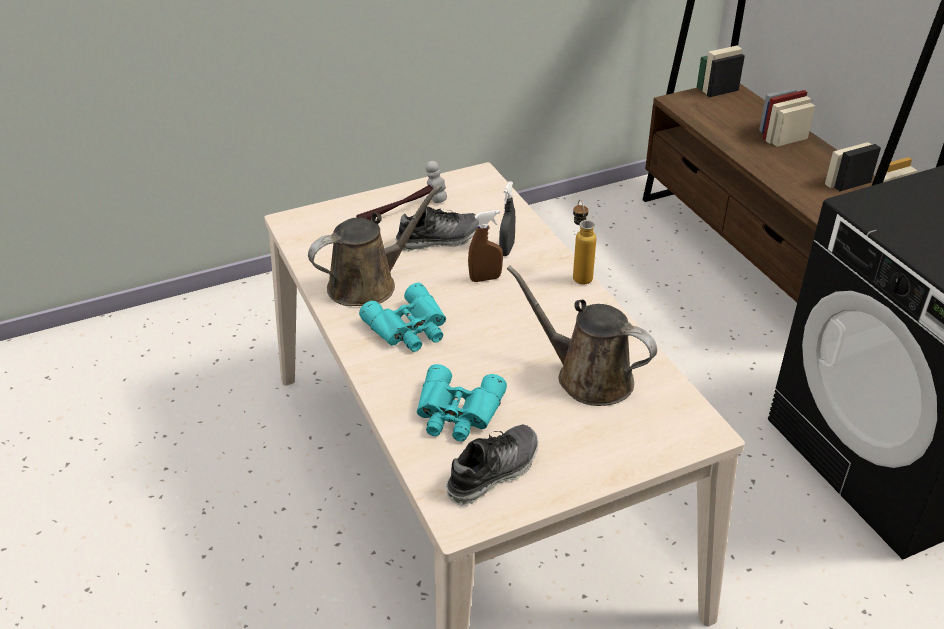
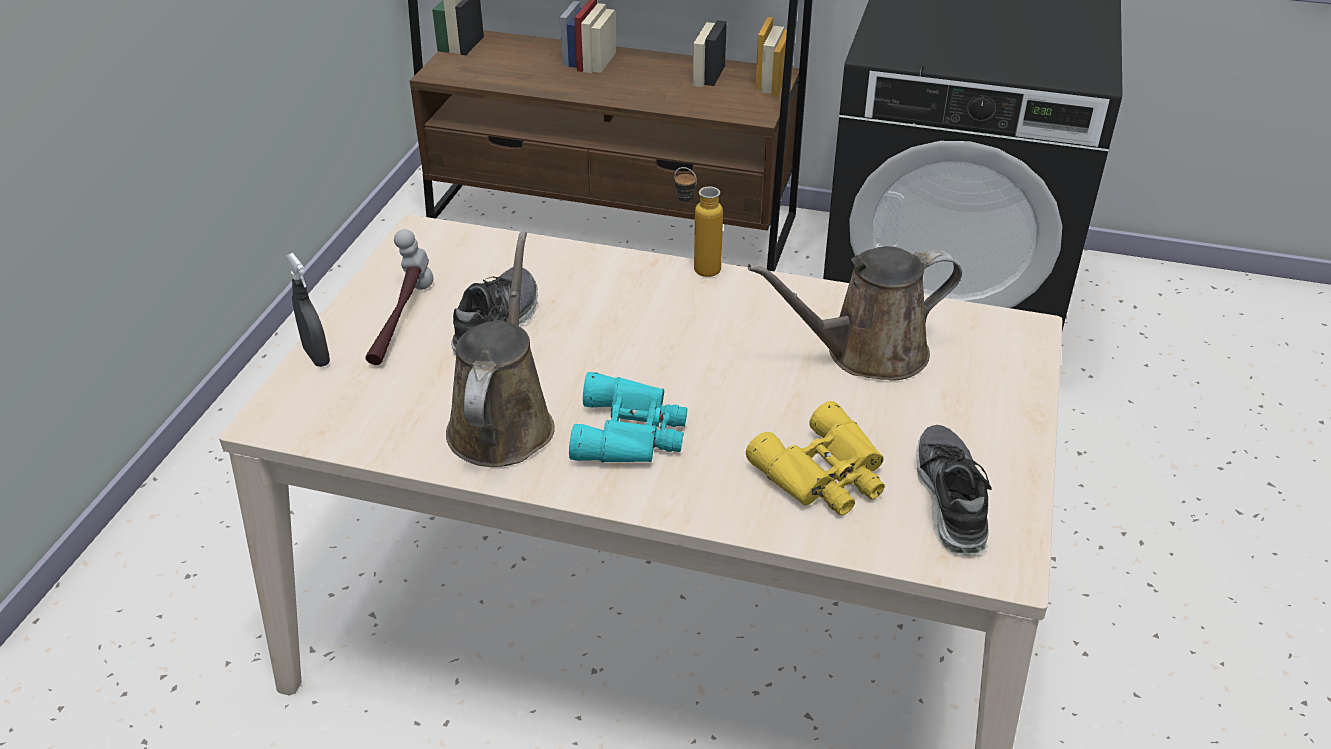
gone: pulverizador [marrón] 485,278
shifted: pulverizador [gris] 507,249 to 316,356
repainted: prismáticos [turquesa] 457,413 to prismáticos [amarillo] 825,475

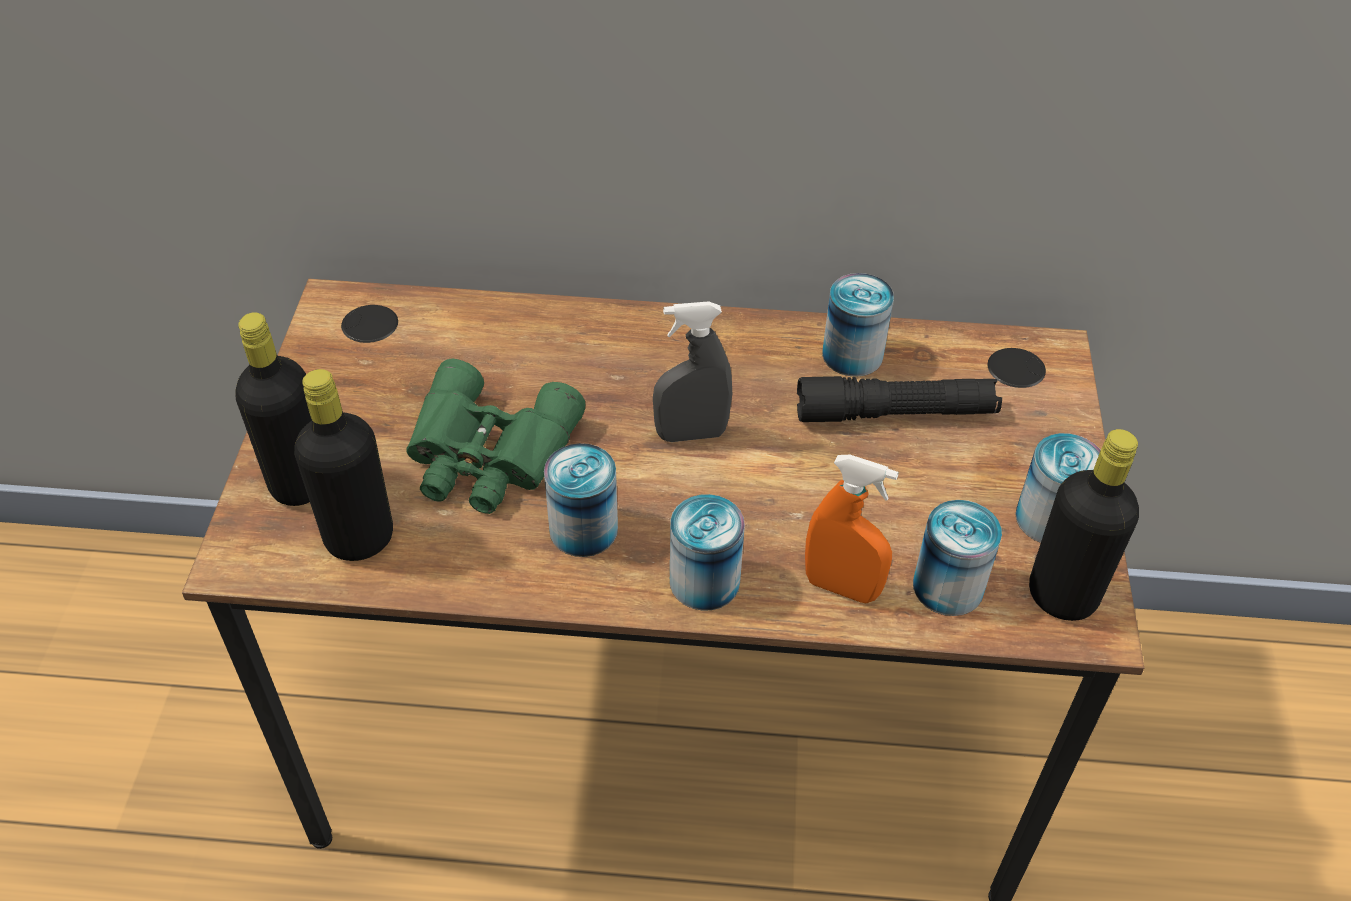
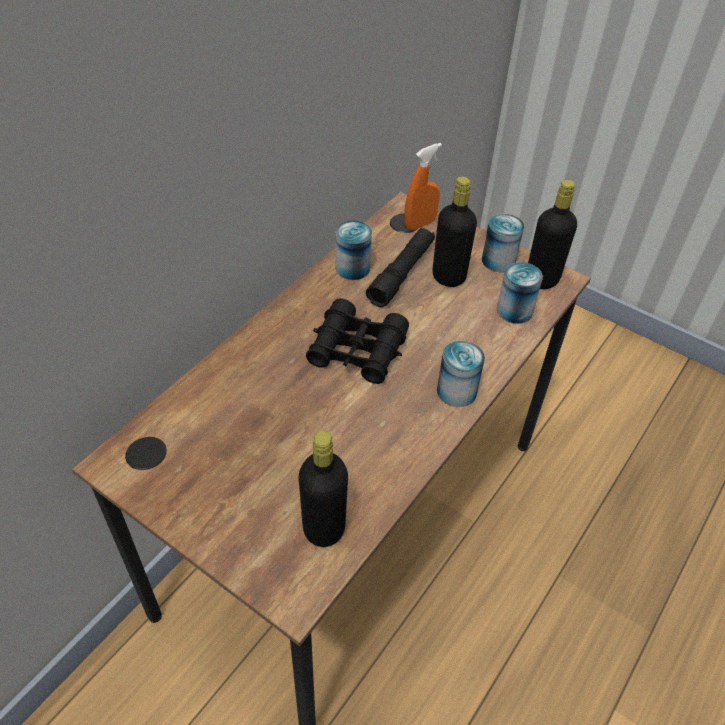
gone: prismáticos [verde] 488,455; lata 583,529
shifted: botella [negro] 300,483 to 448,277; pulverizador [naranja] 841,587 to 420,224
swapped: pulverizador [gris] 691,434 to prismáticos [negro] 357,350

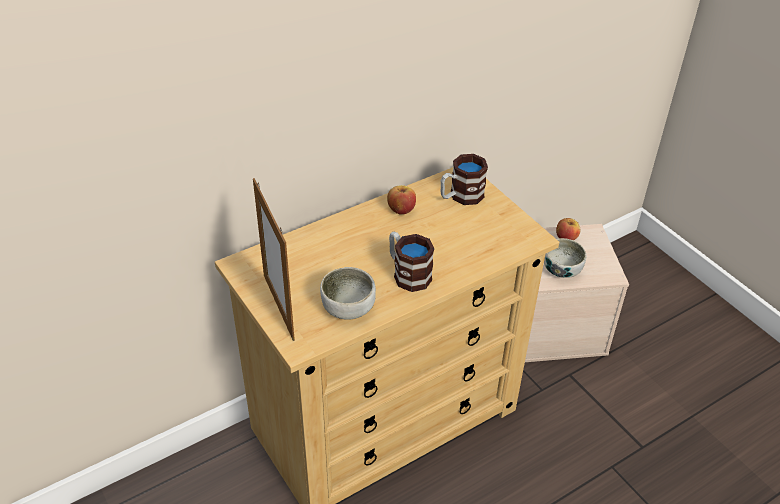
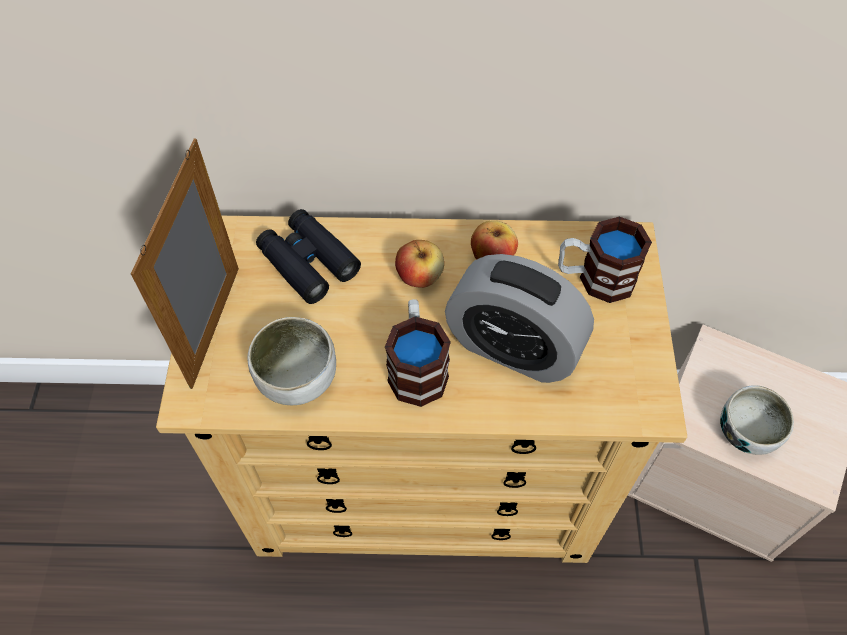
new: prismáticos [negro] 308,262; despertador 513,347
shifted: manzana 566,238 to 419,276

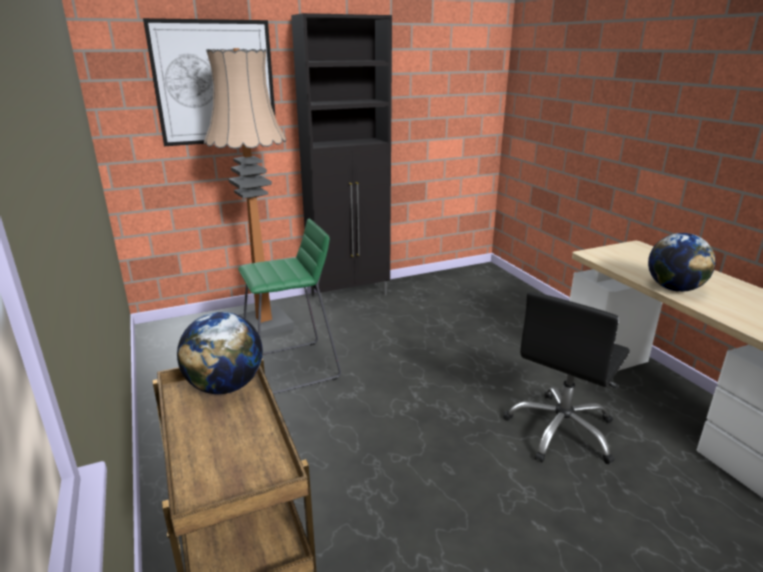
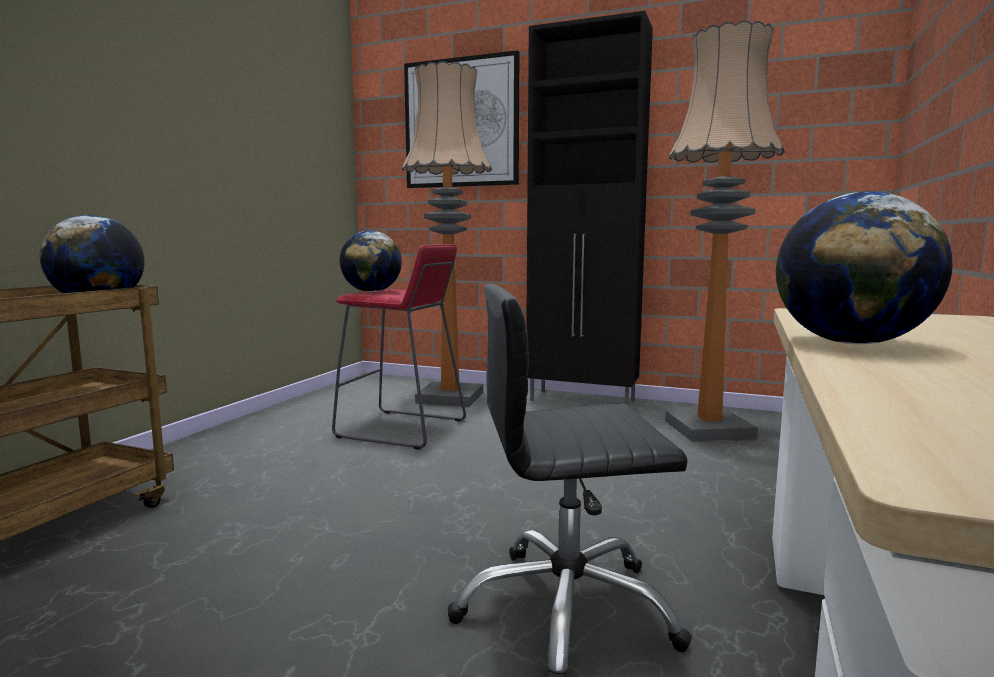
new: lámpara de pie 708,429; globo terráqueo 372,291
repainted: taburete [verde] 292,368 to taburete [rojo] 402,429

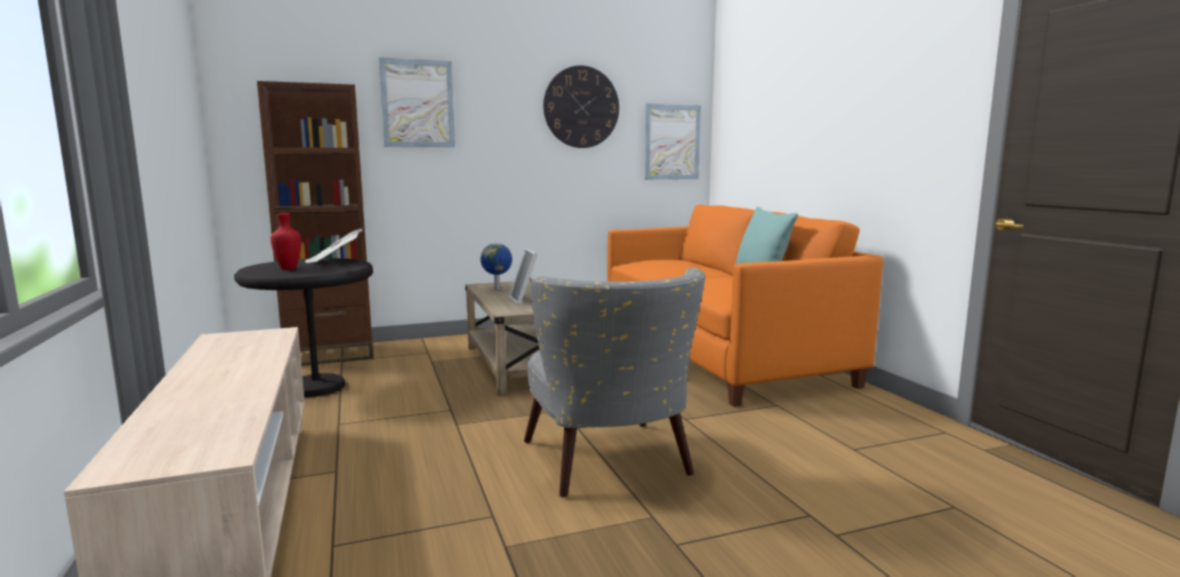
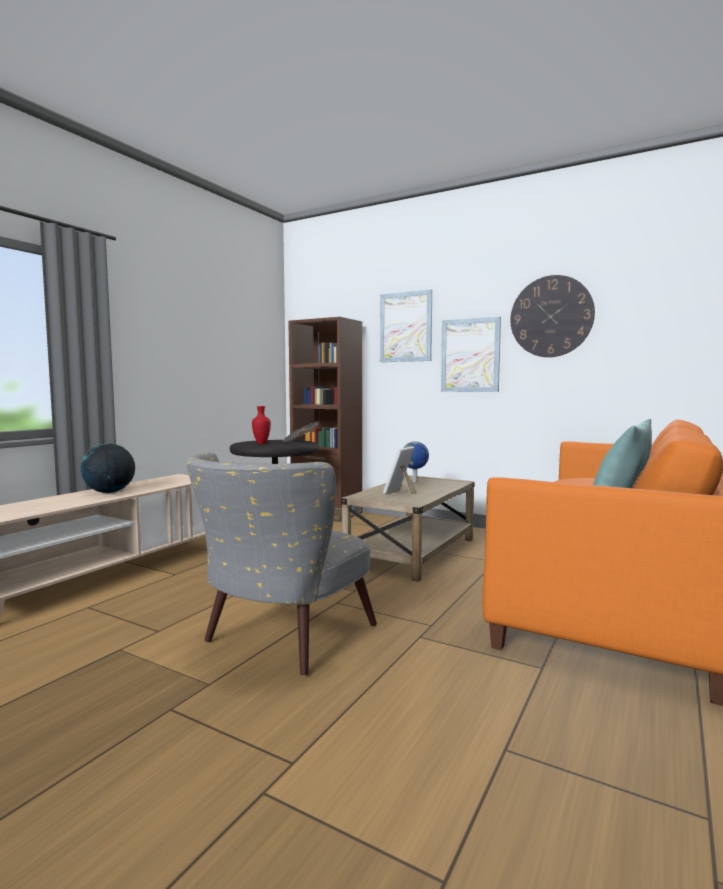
new: globo terráqueo 109,492
shifted: cuadro 671,142 to 470,355

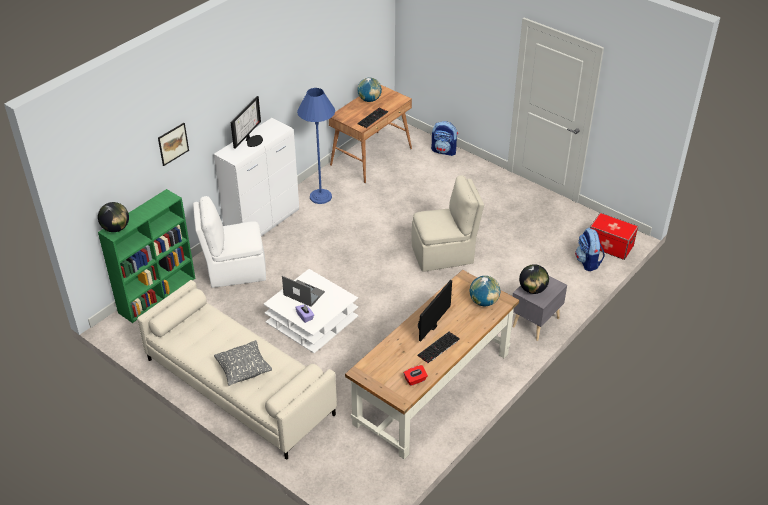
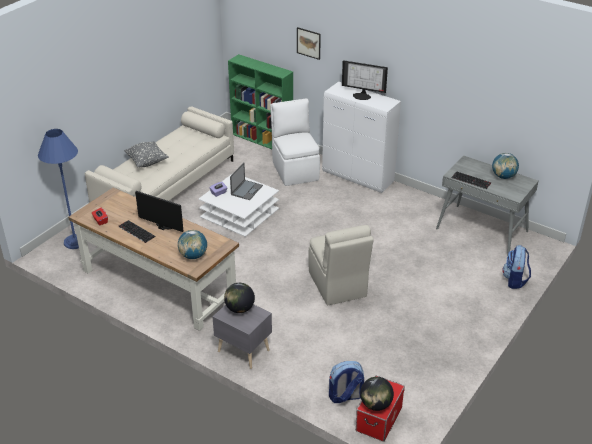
shifted: lámpara de pie [azul] 320,197 to 75,242; globo terráqueo 116,228 to 375,404
repainted: escritorio [marrón] 371,156 to escritorio [gris] 482,230

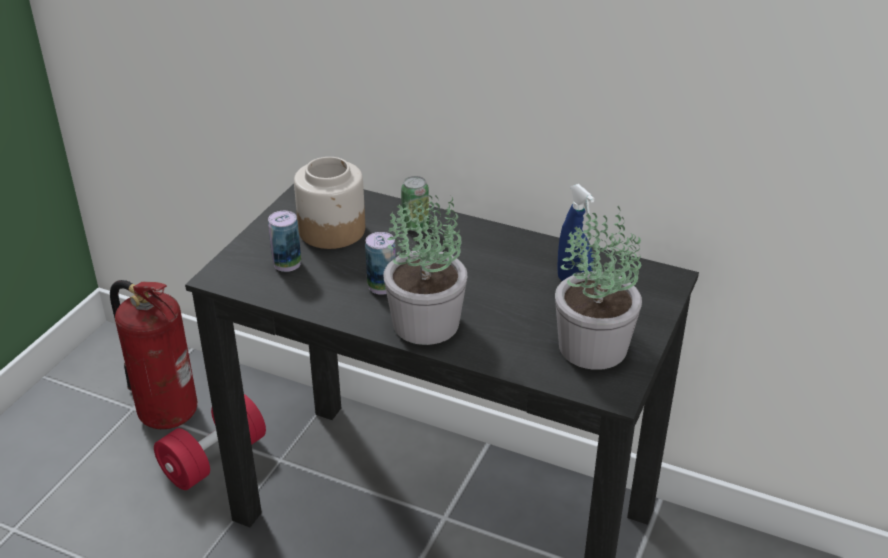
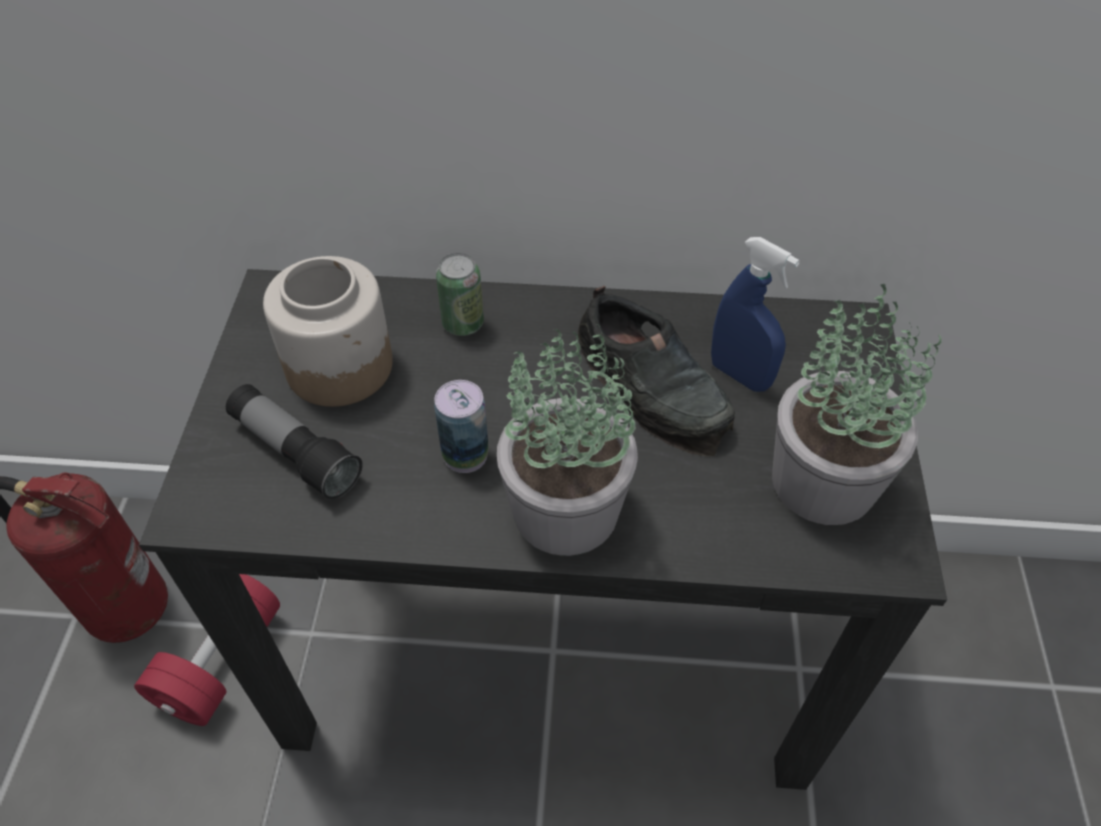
new: zapato [negro] 653,387
swapped: lata 287,264 to linterna 295,452

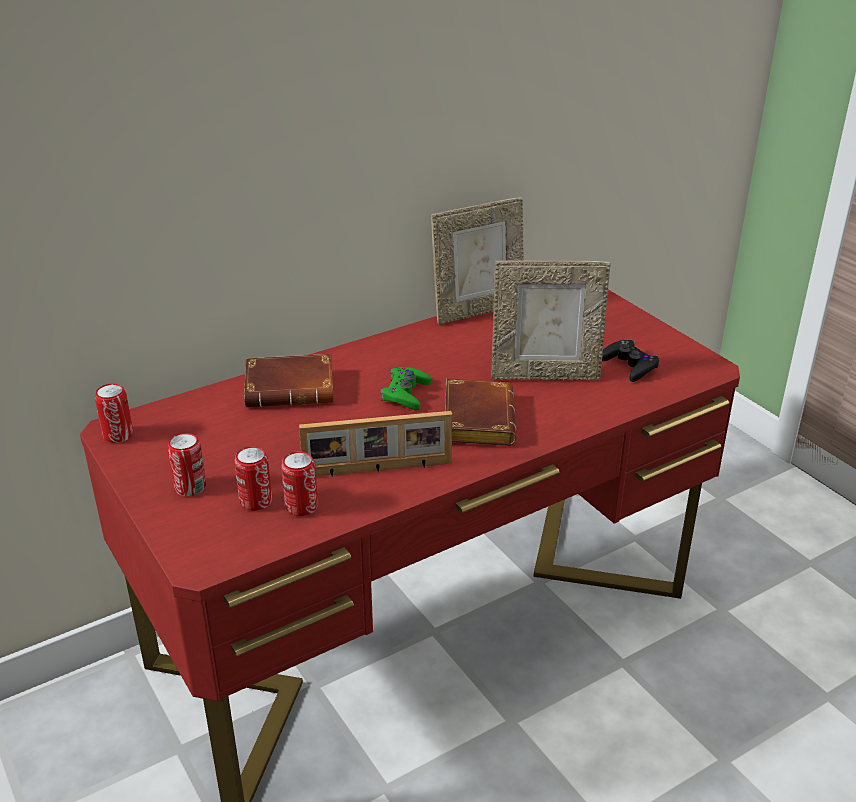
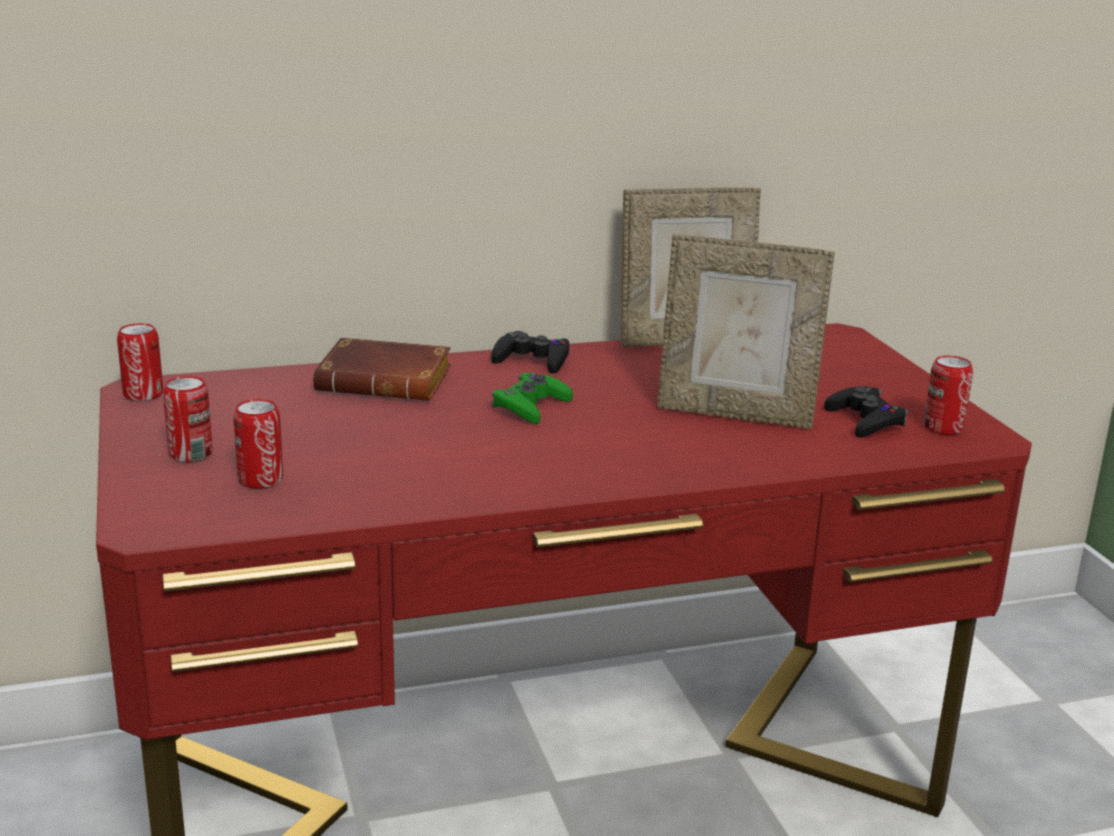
gone: libro [marrón] 475,419; portarretratos 378,470
new: mando de consola [negro] 532,360
shifted: lata 301,507 to 943,427

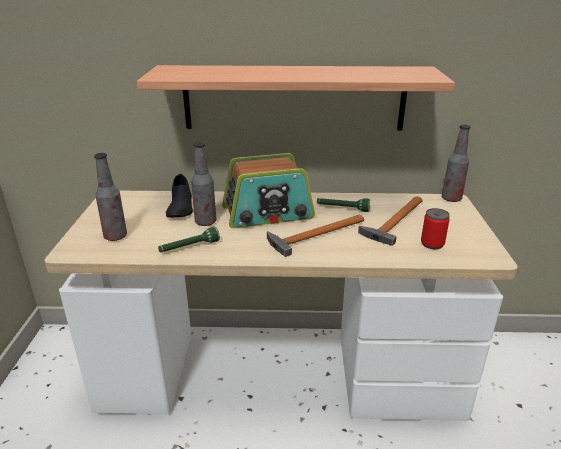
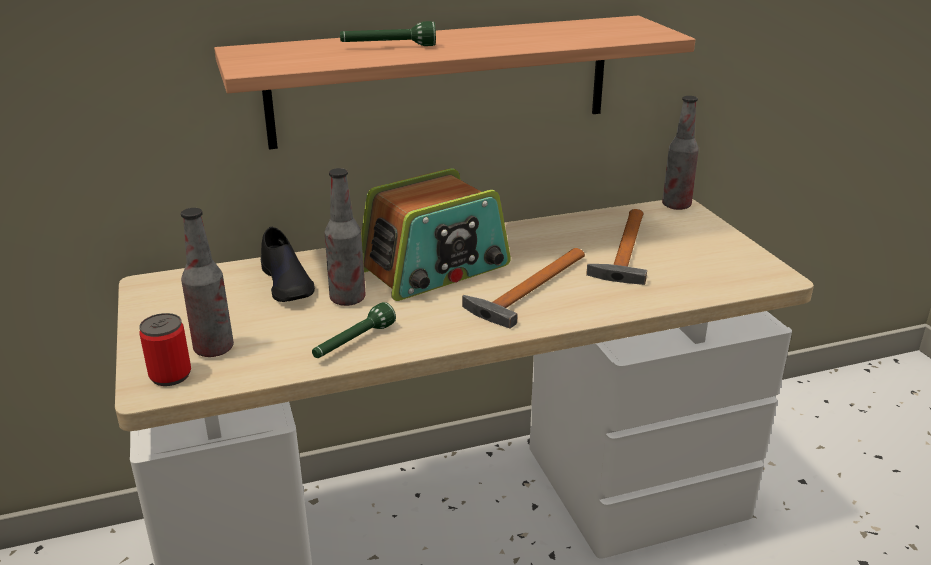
shifted: linterna [verde] 342,209 to 388,47; lata 432,244 to 170,375

